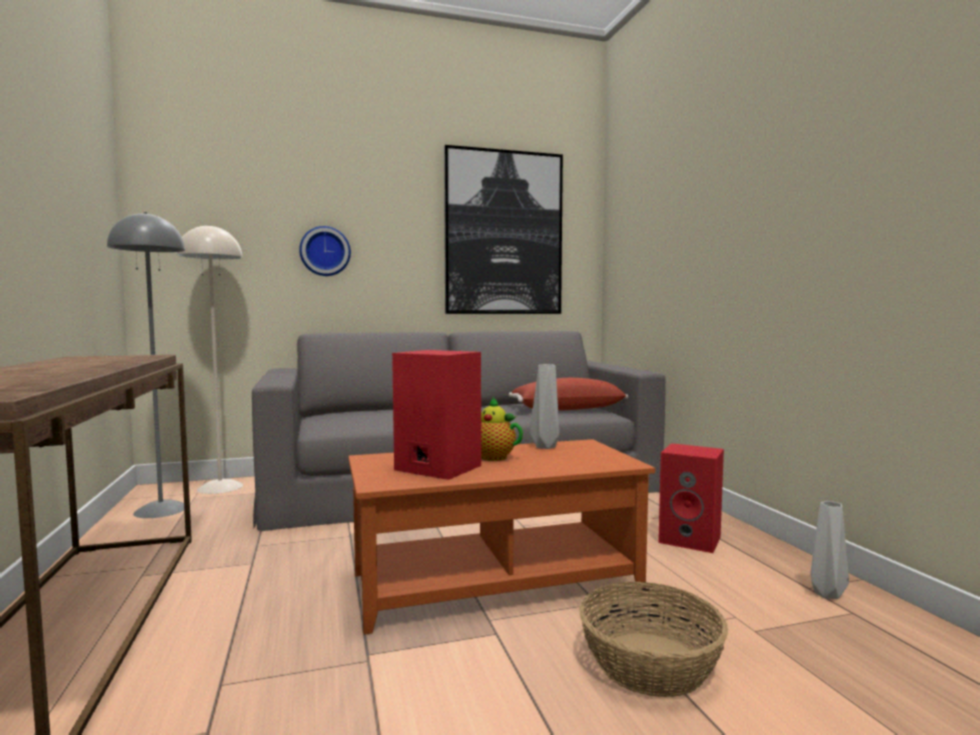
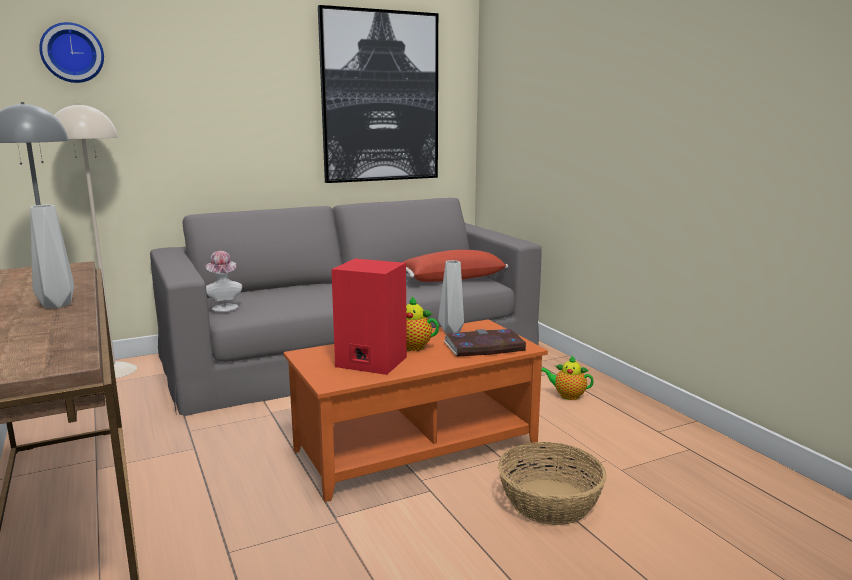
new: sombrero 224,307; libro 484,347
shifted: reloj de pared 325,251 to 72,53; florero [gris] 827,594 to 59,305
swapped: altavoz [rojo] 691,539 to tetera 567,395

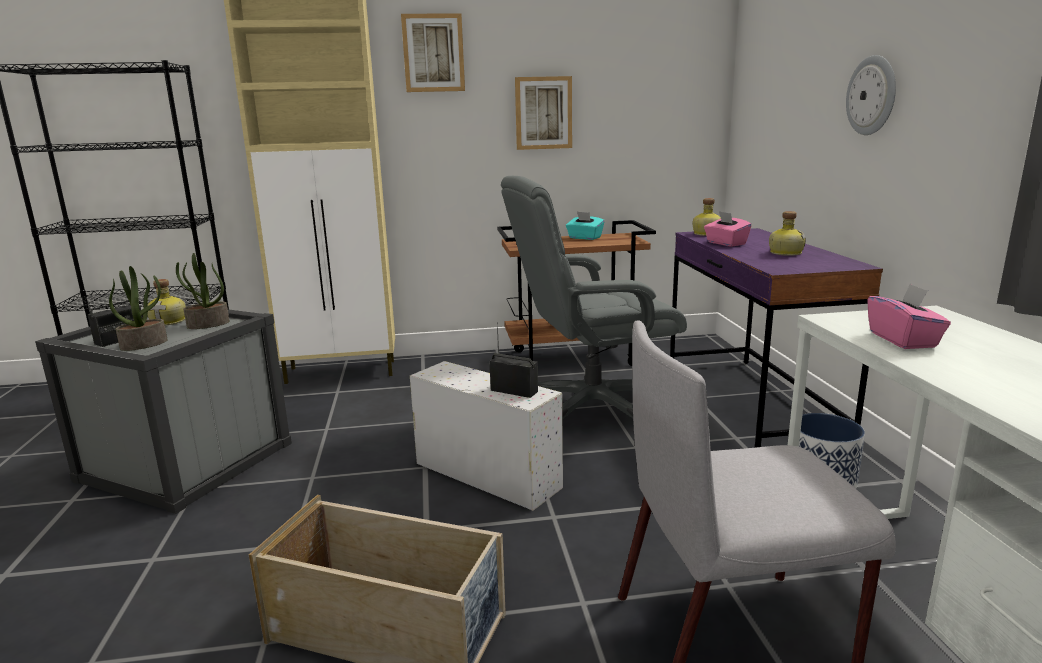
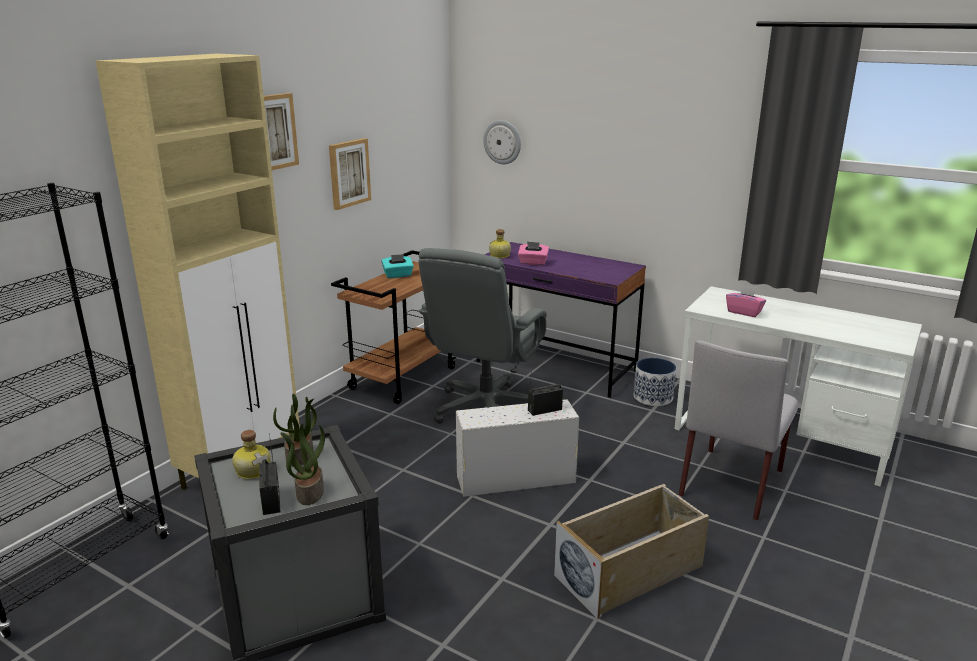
gone: botella 785,253
shifted: reloj de pared 872,95 to 502,142

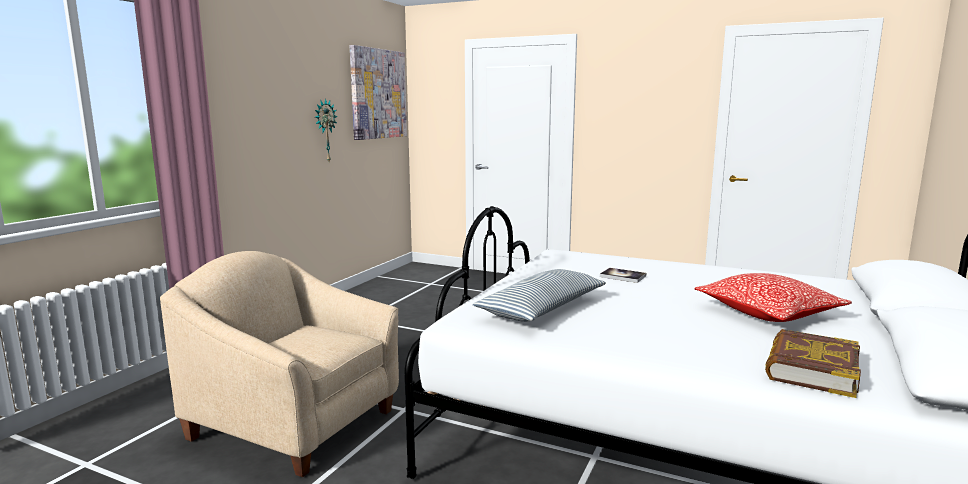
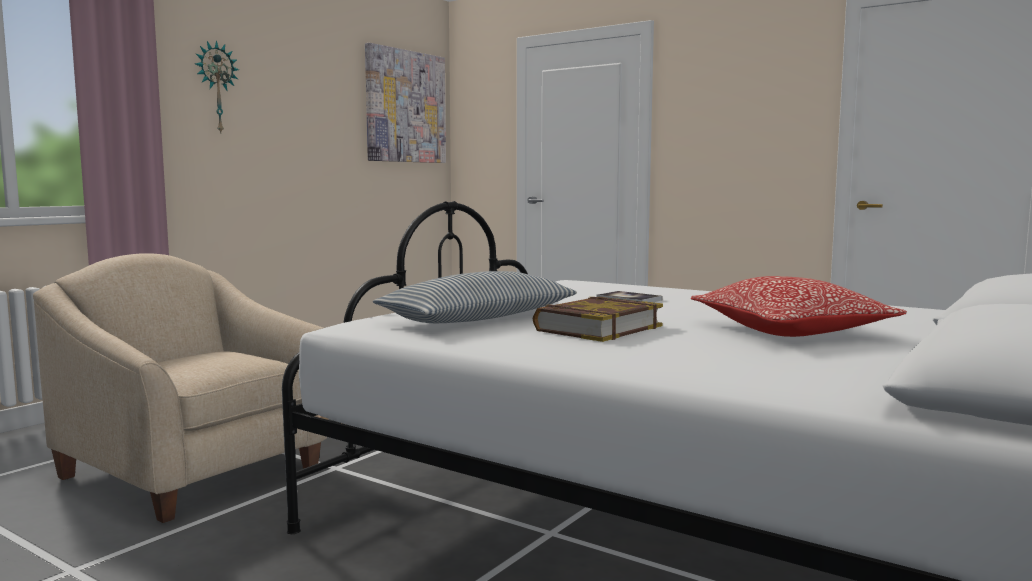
shifted: reloj de pared 324,131 to 216,87; libro 811,369 to 597,328

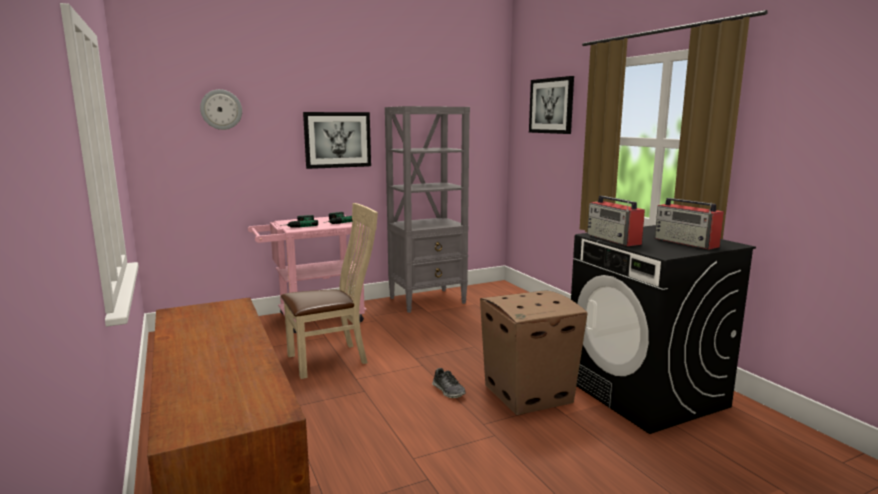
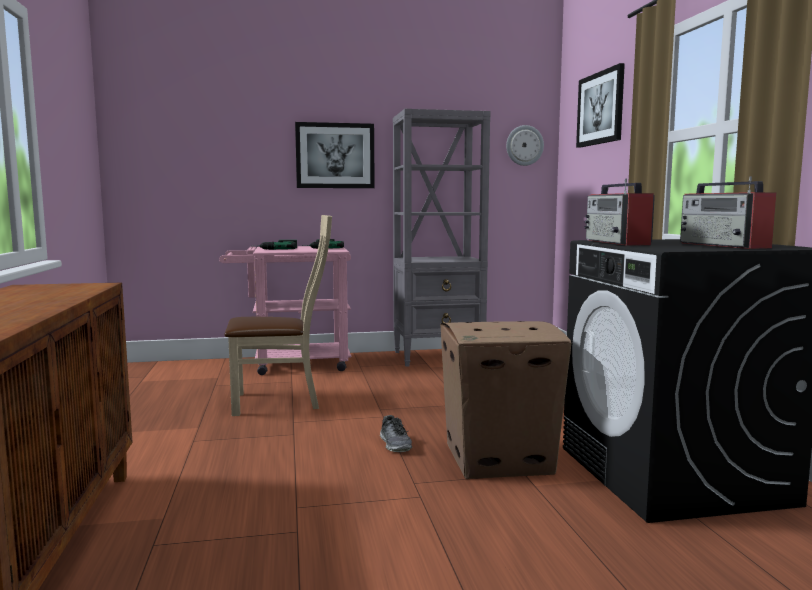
shifted: reloj de pared 221,109 to 524,145

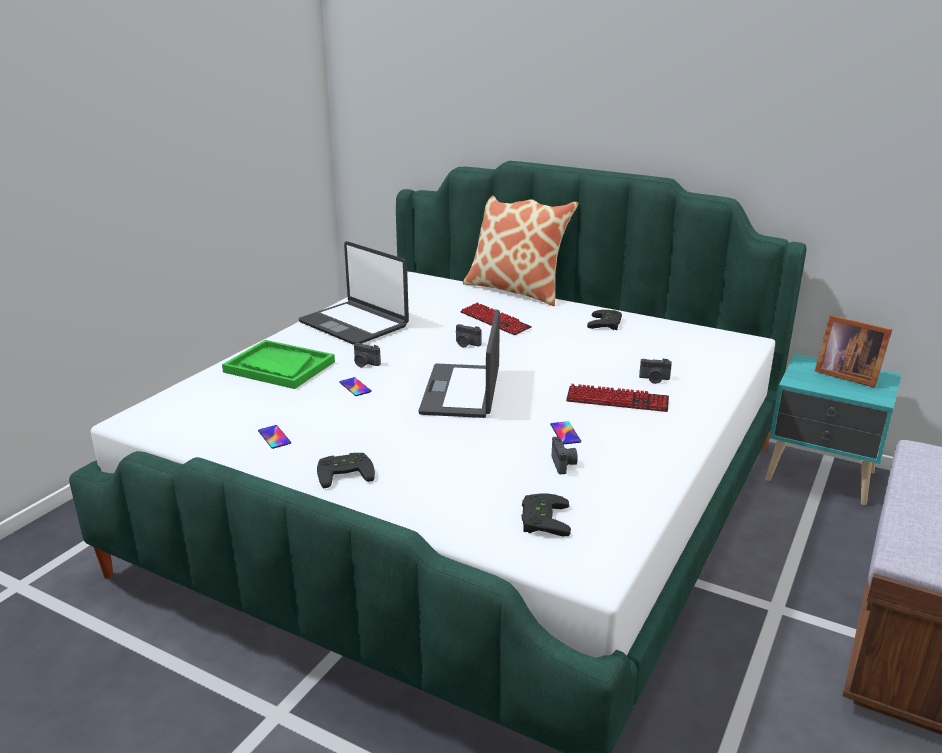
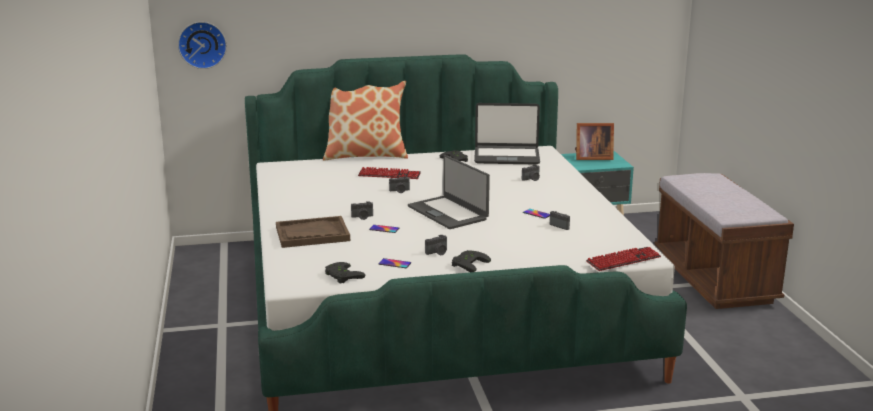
new: reloj de pared 202,44; cámara 437,252
shifted: portátil 354,324 to 506,156; teclado 617,400 to 623,260; mando de consola [negro] 541,519 to 341,276
repainted: bandeja [verde] 279,367 to bandeja [marrón] 312,234

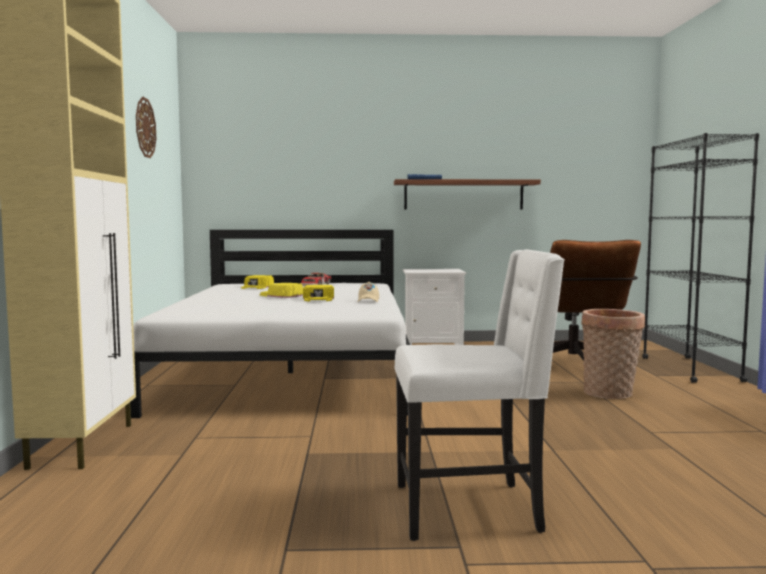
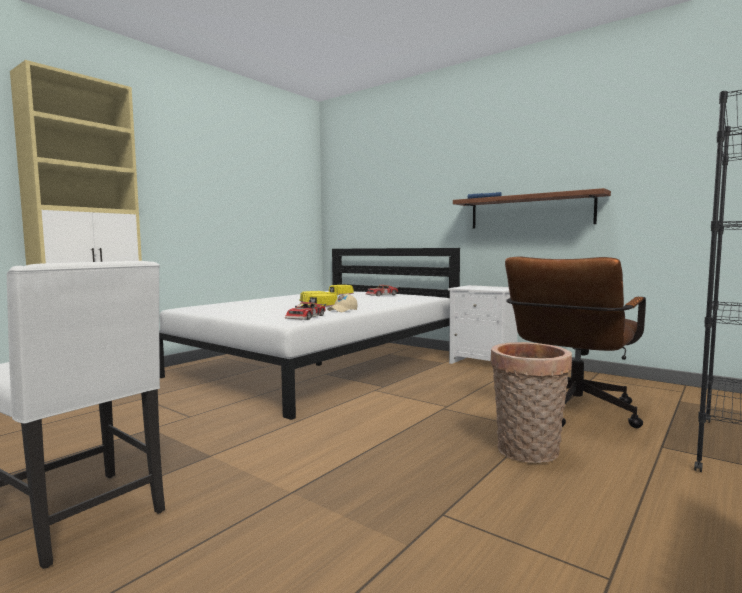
gone: reloj de pared 145,127
new: coche de juguete 307,317

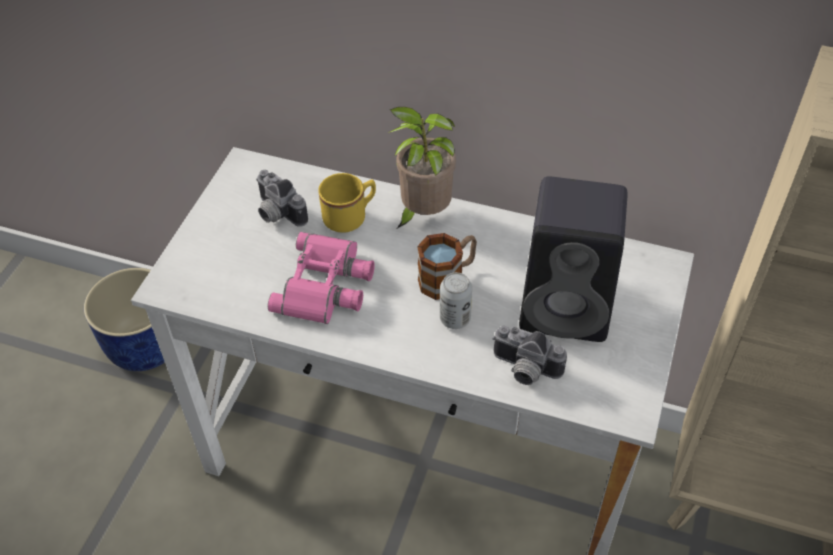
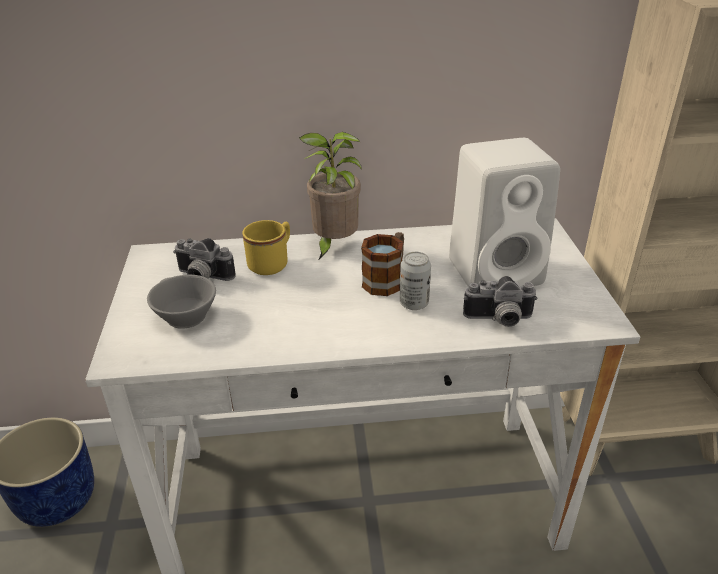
gone: prismáticos [rosa] 326,285
new: taza [gris] 183,316
repainted: altavoz [negro] 569,307 to altavoz [blanco] 497,271

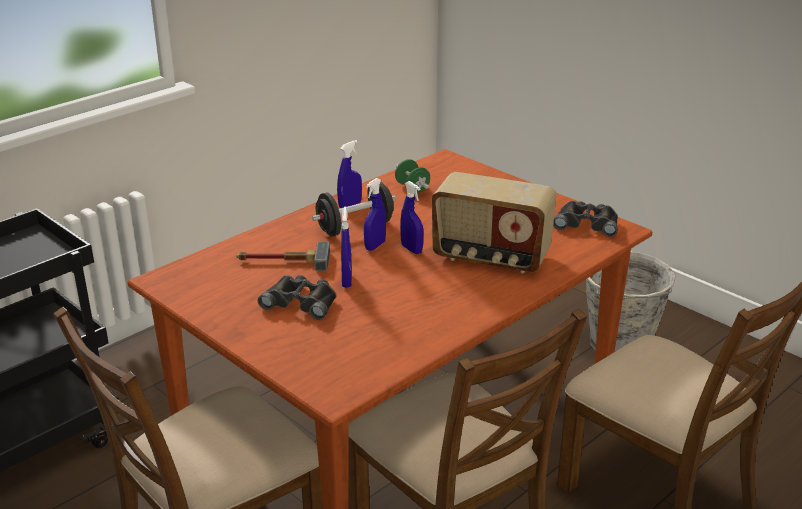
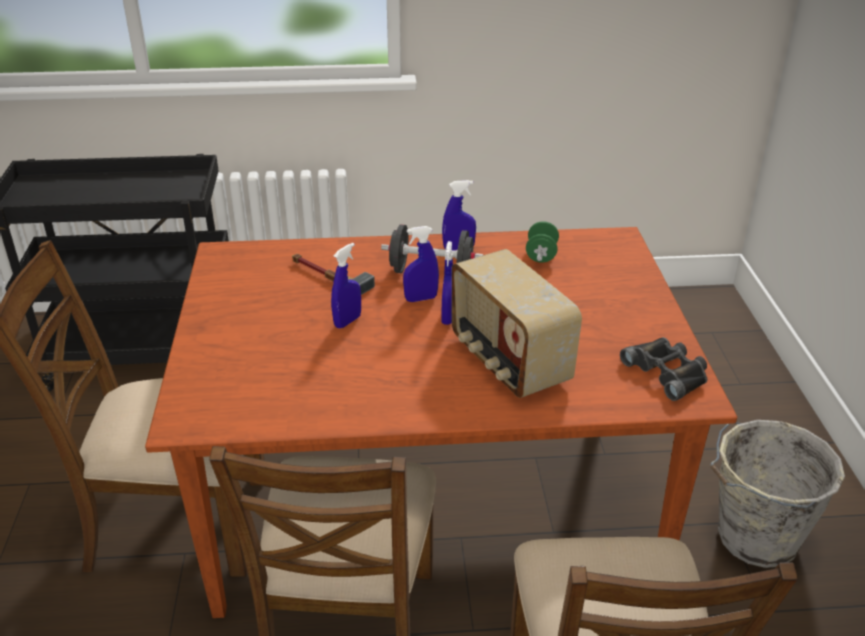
gone: prismáticos [negro] 301,302

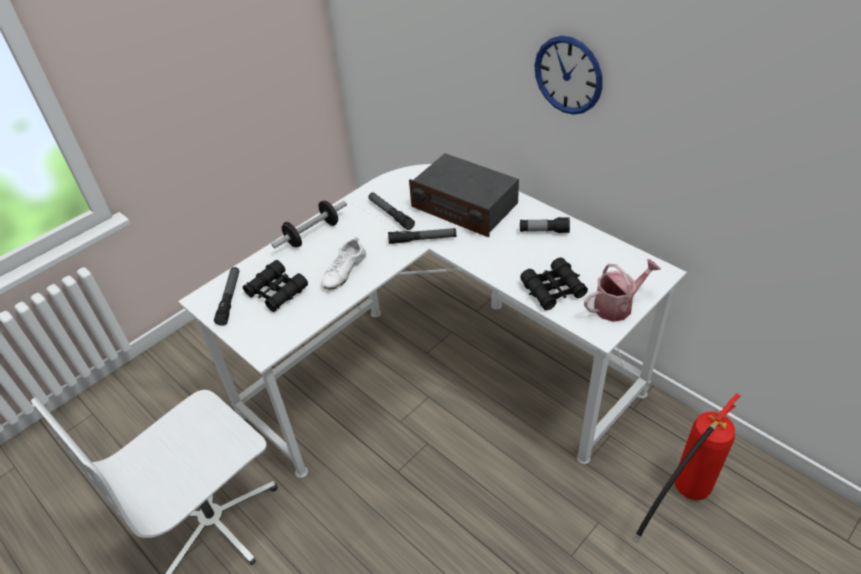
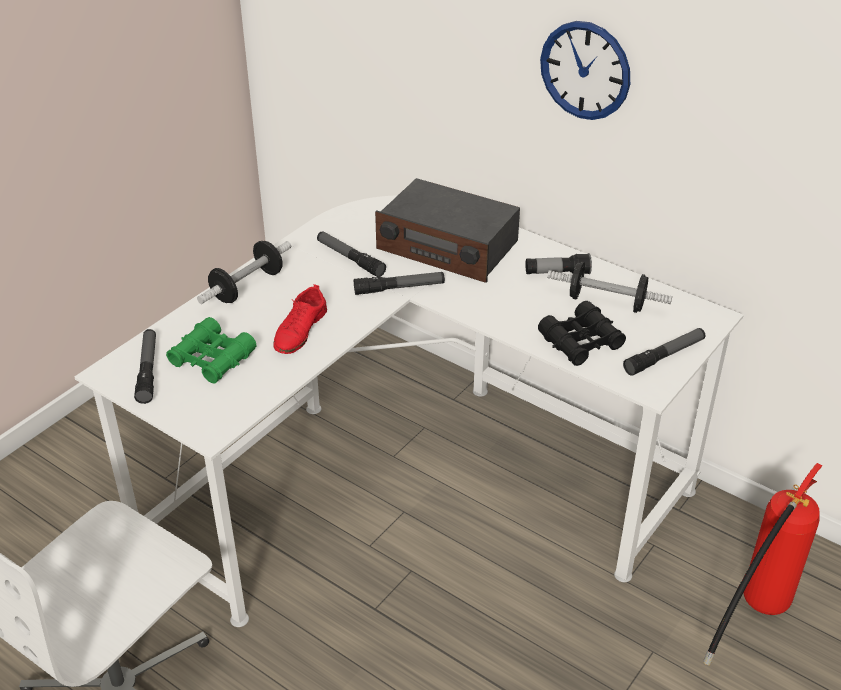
new: mancuerna 606,302
swapped: regadera 617,305 to linterna 664,356
repainted: zapato [blanco] 344,271 to zapato [rojo] 300,330; prismáticos [negro] 276,292 to prismáticos [verde] 212,359

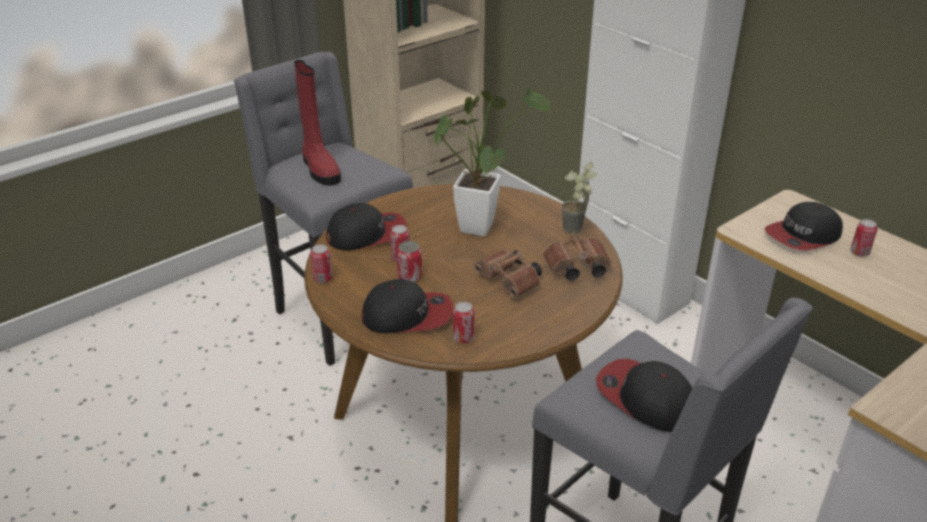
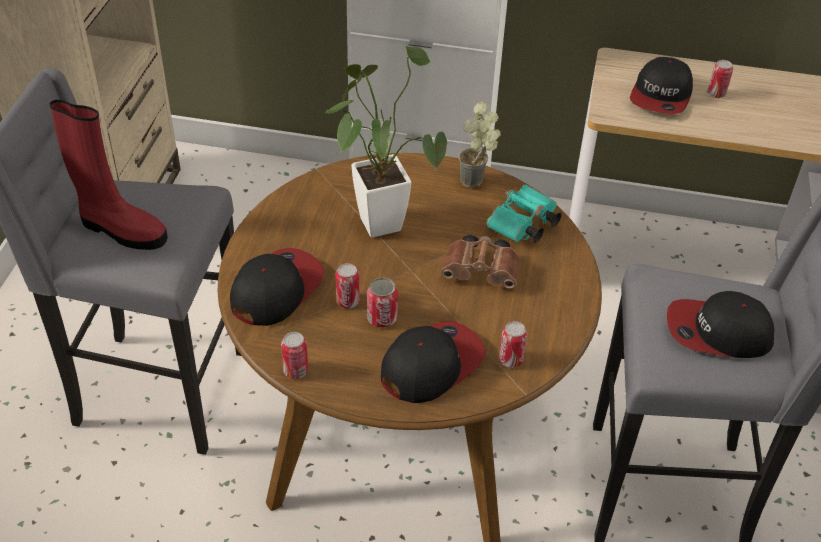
repainted: prismáticos [marrón] 575,269 to prismáticos [turquesa] 522,226

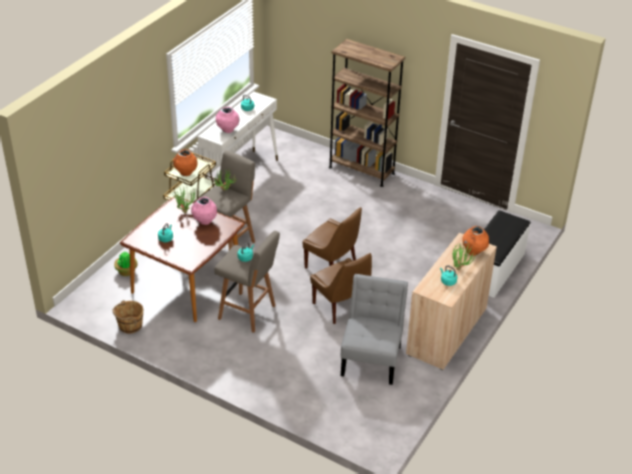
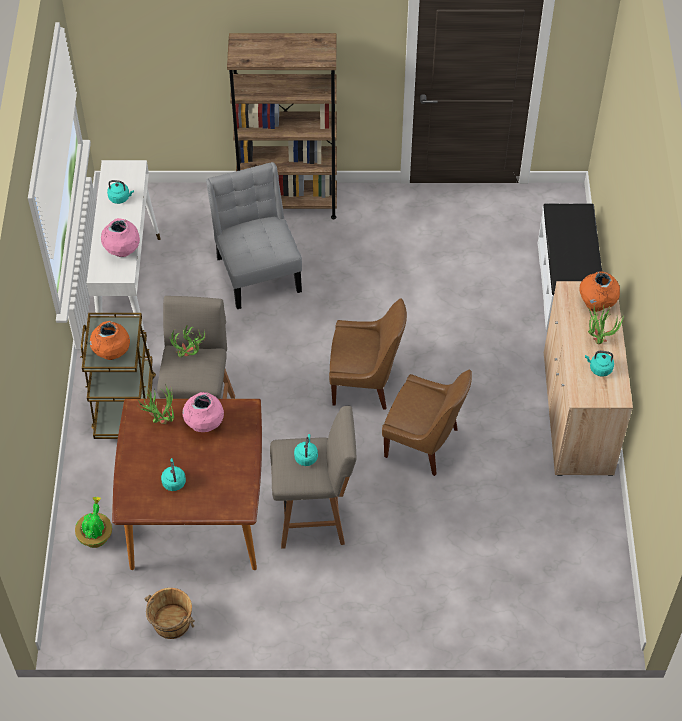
shifted: silla [gris] 372,358 to 257,270

